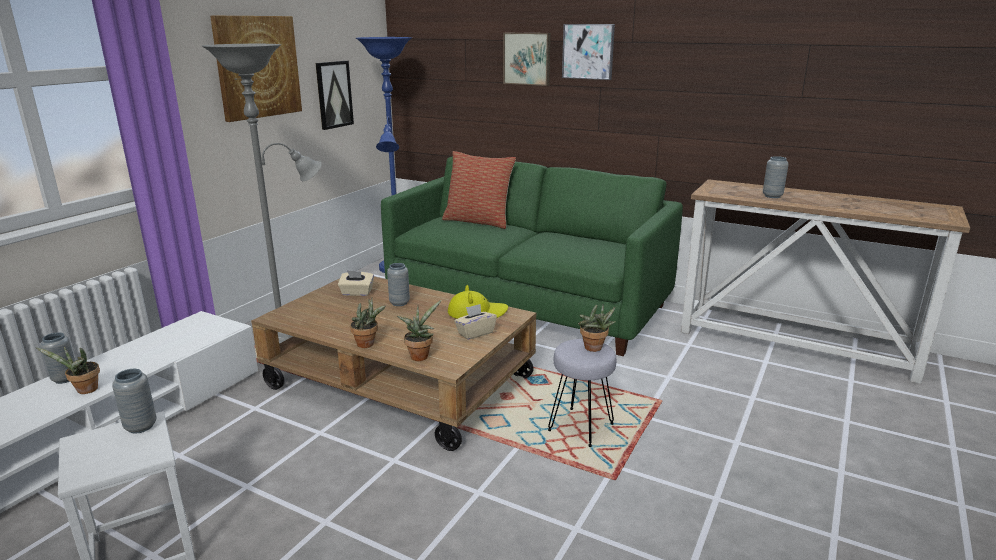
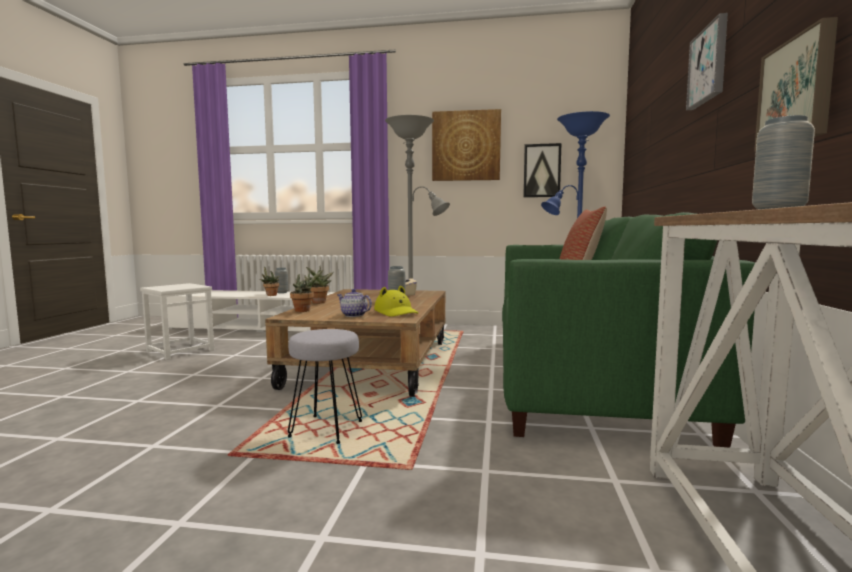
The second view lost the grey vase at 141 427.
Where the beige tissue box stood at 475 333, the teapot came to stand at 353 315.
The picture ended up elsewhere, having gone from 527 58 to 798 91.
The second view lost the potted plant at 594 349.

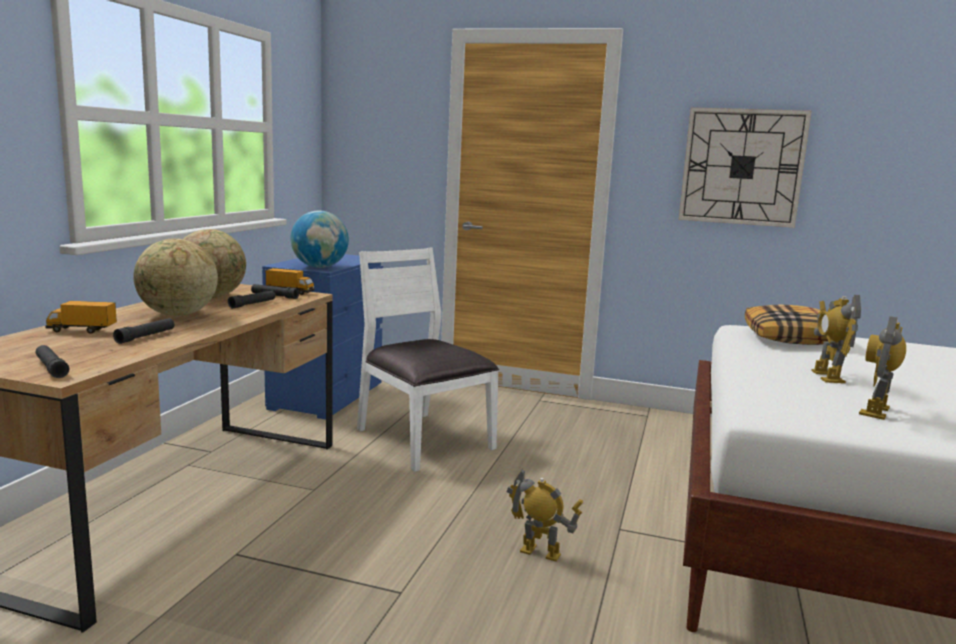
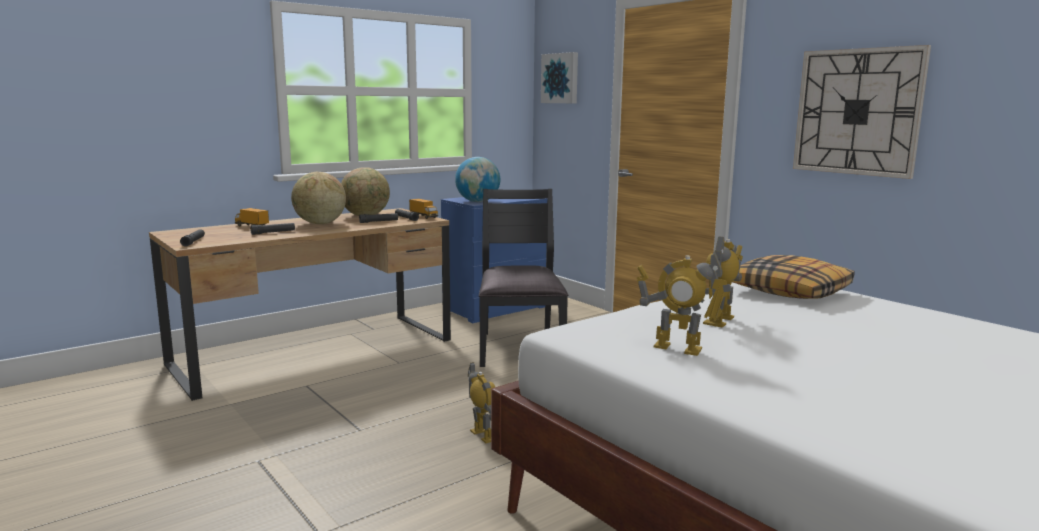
What was the white chair at 422 439 turned into the black chair at 519 348.
The toy robot at 876 411 ended up facing another way, 135 degrees counterclockwise from before.
The second view gained the picture at 561 78.

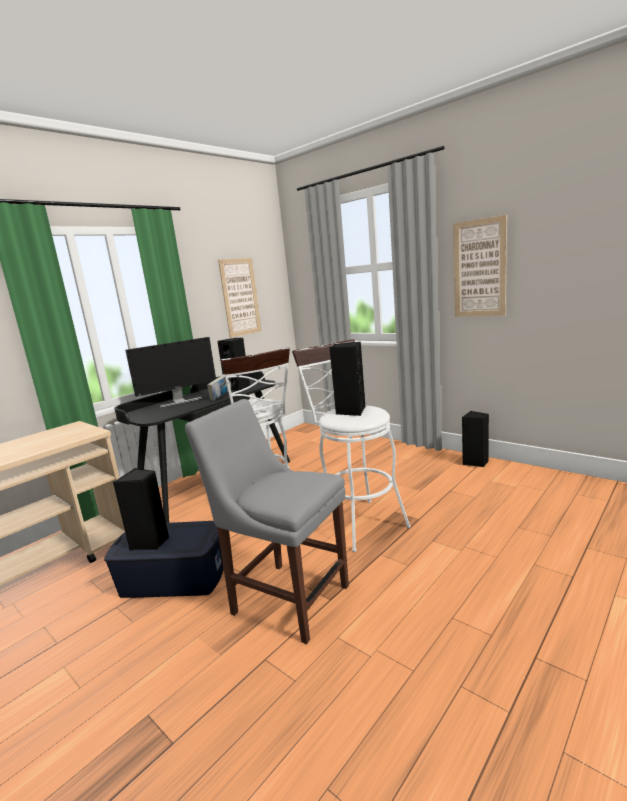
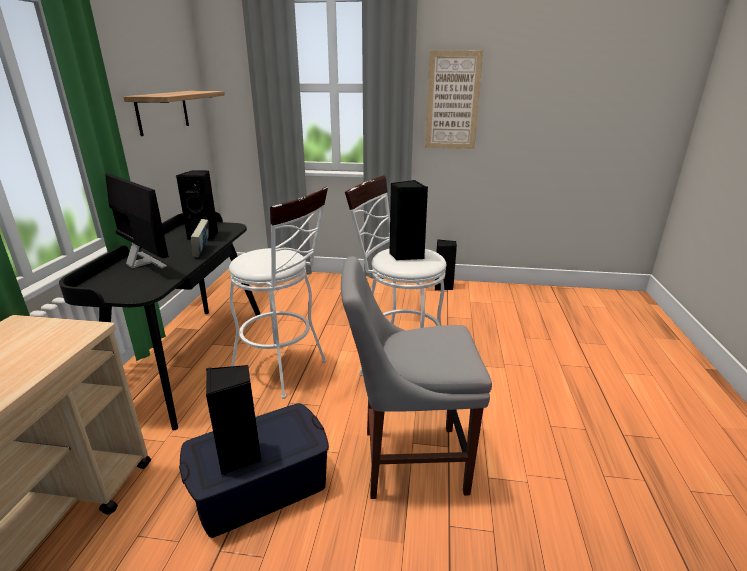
The monitor at 179 401 ended up facing another way, 75 degrees counterclockwise from before.
Where the picture hung at 240 297, the shelf came to hang at 162 112.

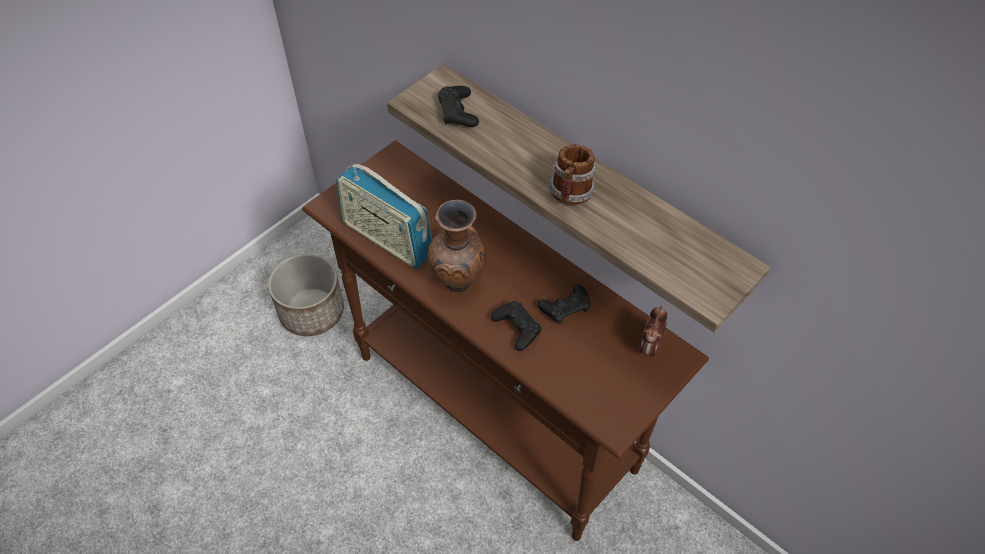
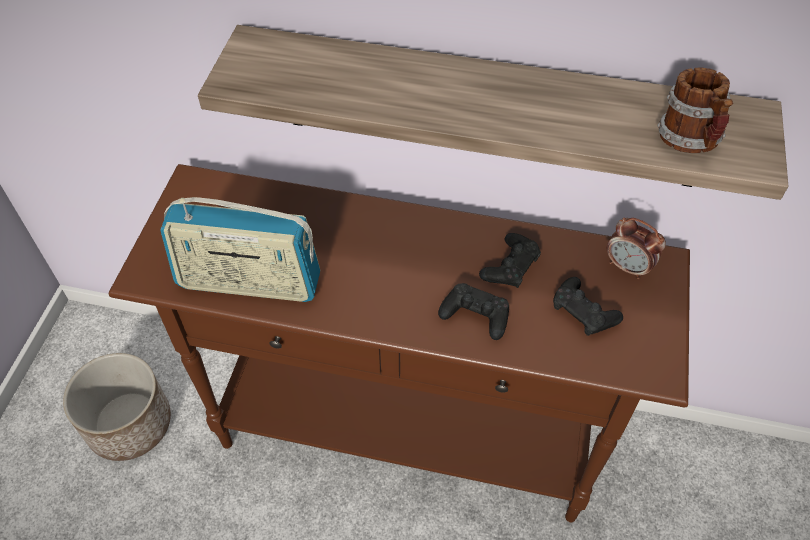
The second view lost the brown vase at 459 284.
The black game controller ended up elsewhere, having gone from 458 112 to 583 312.
The mug ended up elsewhere, having gone from 571 195 to 689 141.
The alarm clock at 649 347 ended up facing another way, 45 degrees counterclockwise from before.

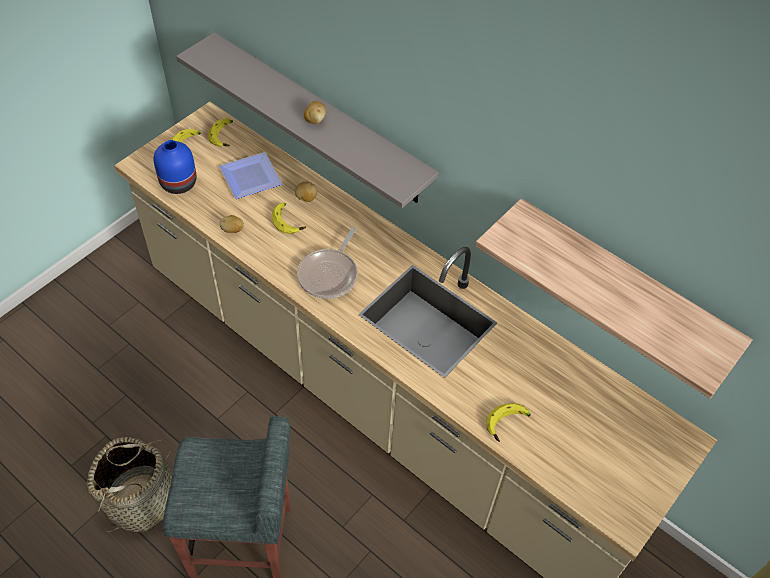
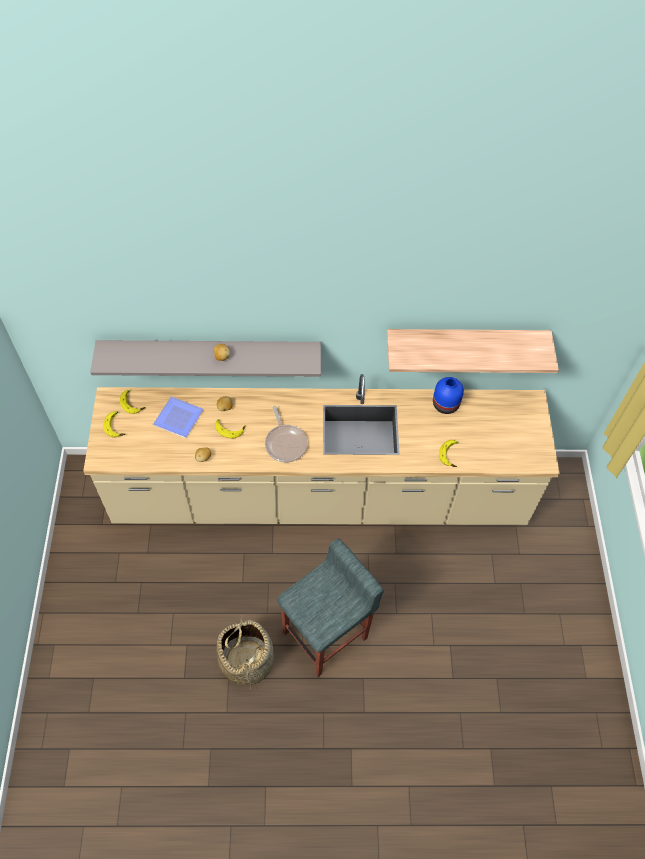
The blue vase ended up elsewhere, having gone from 177 183 to 445 405.

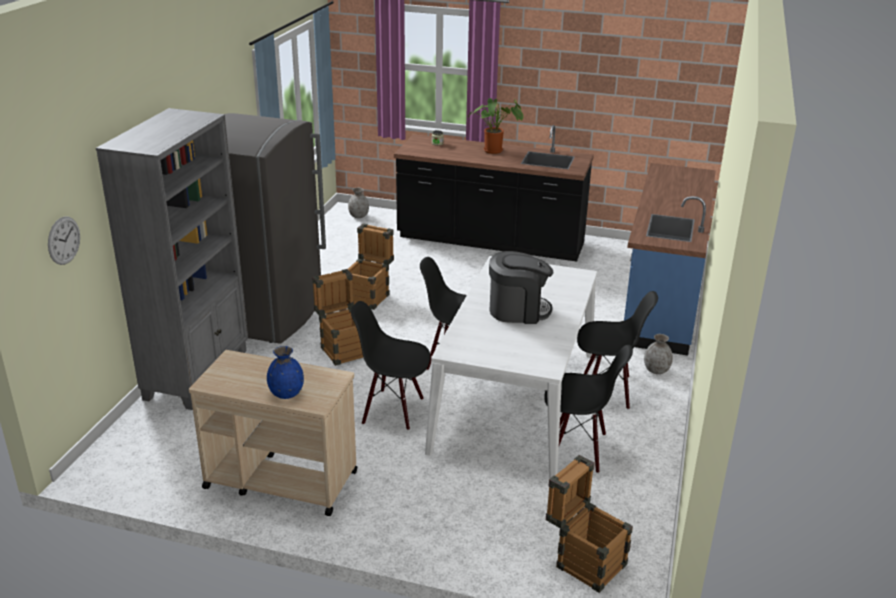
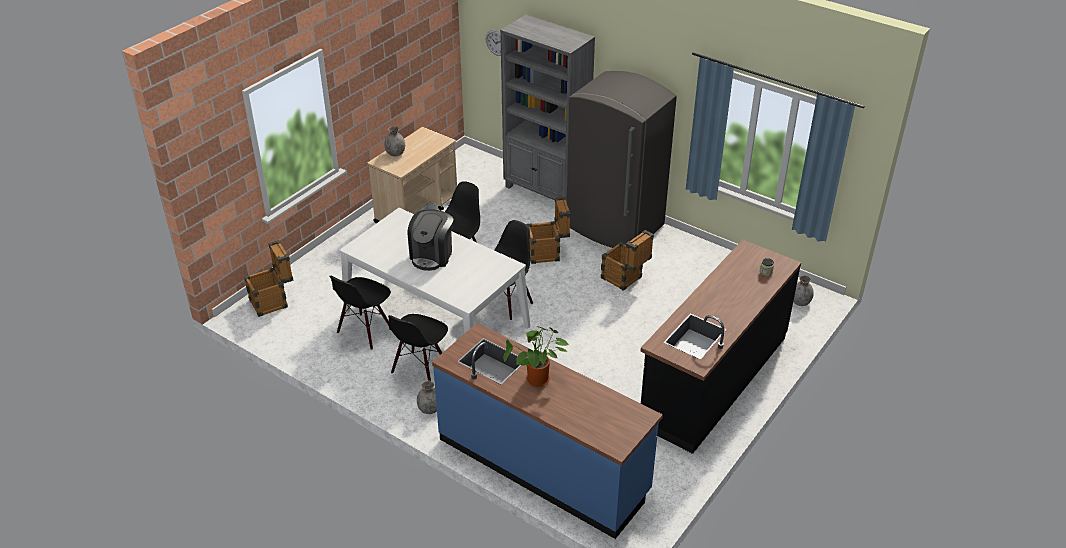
What was the blue vase at 286 394 turned into the grey vase at 395 153.
The potted plant ended up elsewhere, having gone from 495 150 to 537 382.

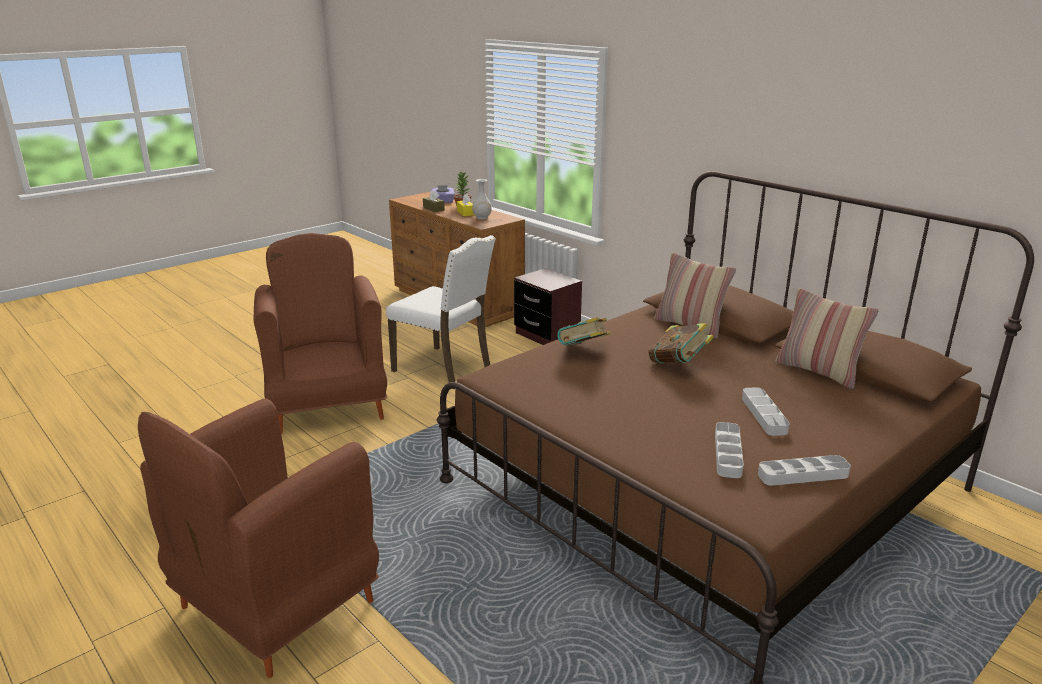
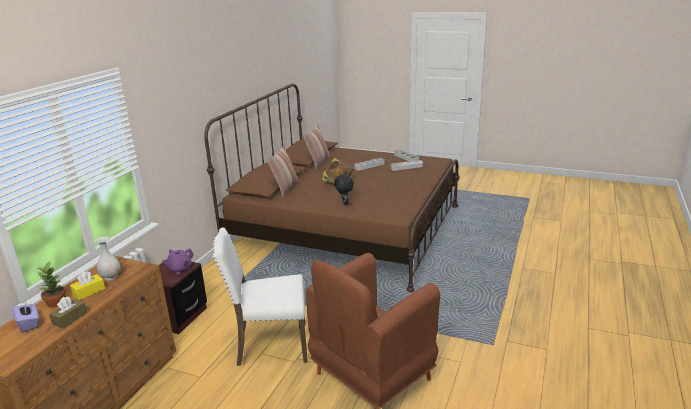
The second view lost the brown armchair at 274 607.
The white chair at 444 368 ended up facing another way, 105 degrees counterclockwise from before.
Where the book stood at 583 351, the black plush toy came to stand at 344 203.
The second view gained the purple teapot at 179 269.

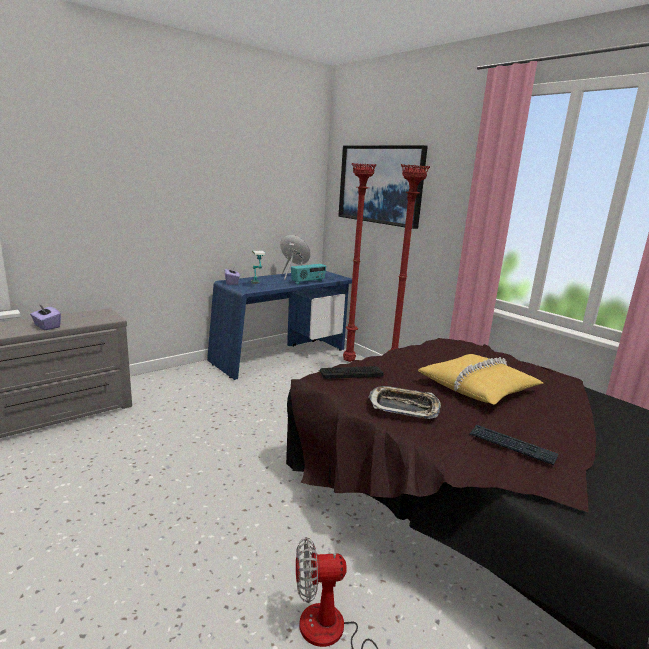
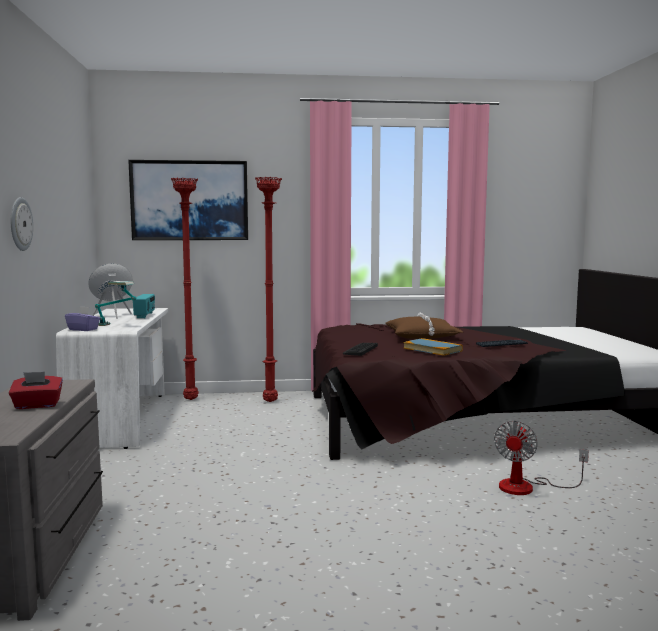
What was the purple tissue box at 46 326 turned into the red tissue box at 37 405.
What was the blue desk at 281 356 turned into the white desk at 123 419.
Where the tray stood at 404 407, the book came to stand at 432 349.
What was the yellow pillow at 478 387 turned into the brown pillow at 422 336.
The second view gained the wall clock at 20 224.

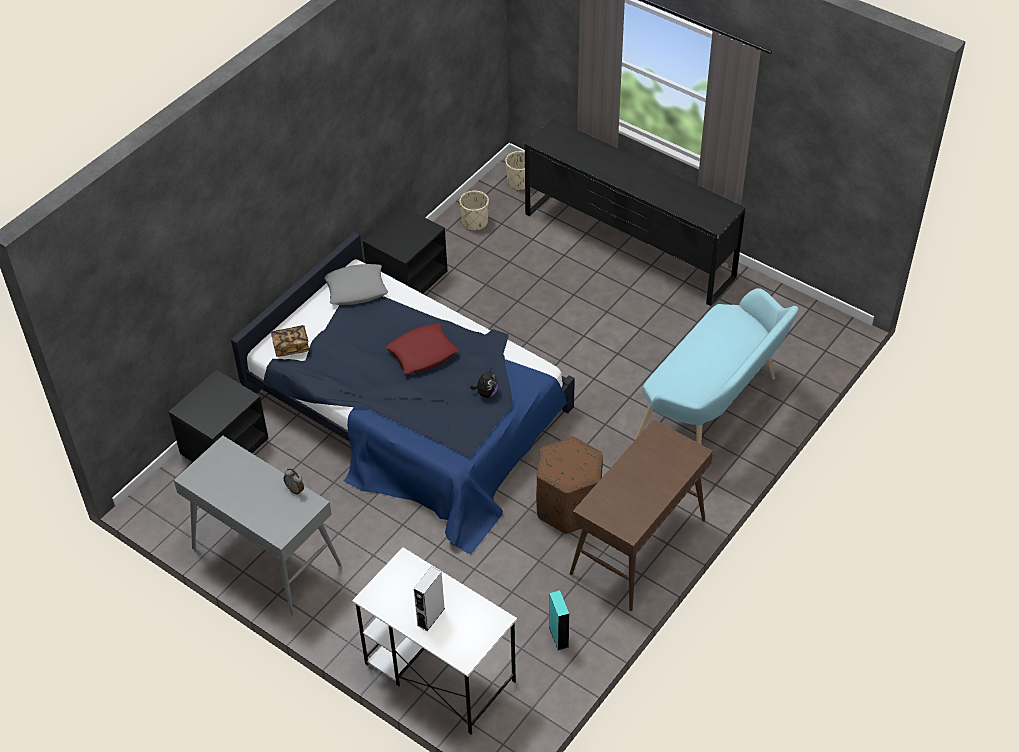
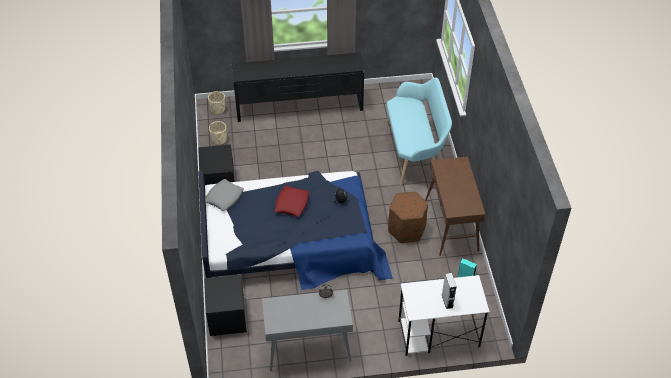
The second view lost the book at 291 346.

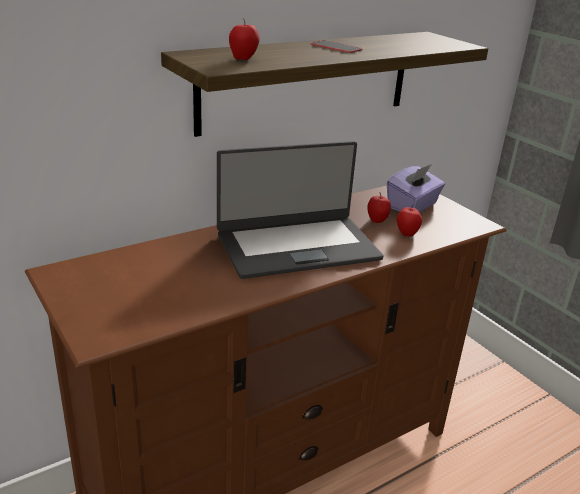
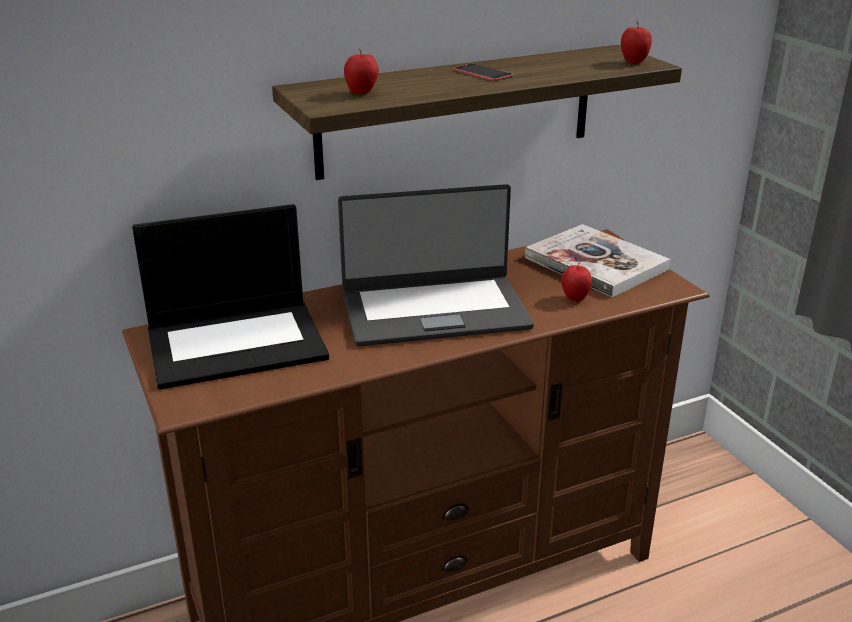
The apple ended up elsewhere, having gone from 377 221 to 633 62.
Where the purple tissue box stood at 413 206, the book came to stand at 595 263.
The second view gained the laptop at 238 342.

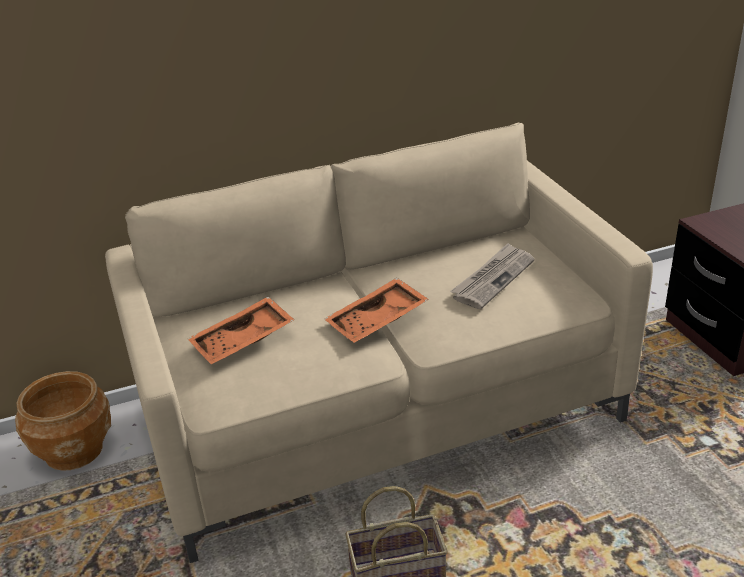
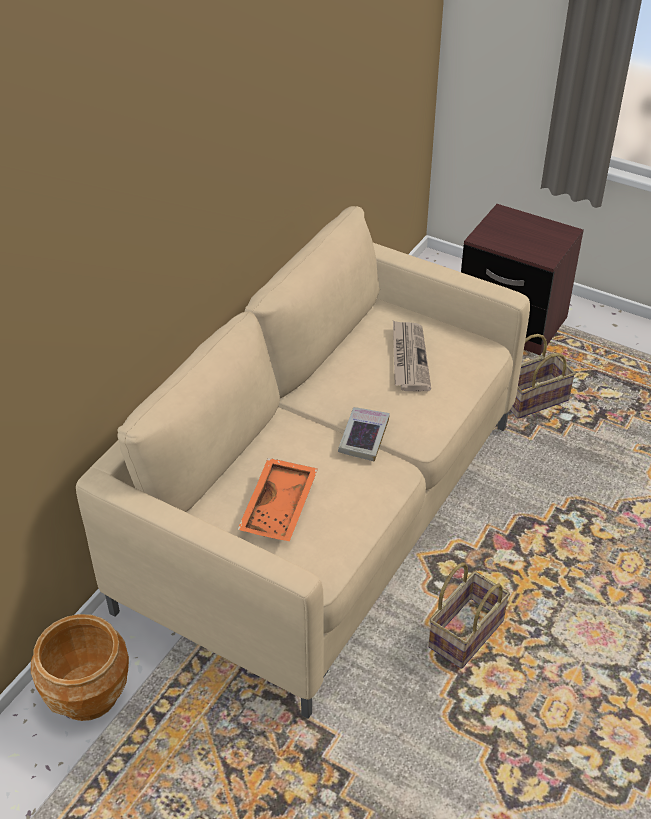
Where the orange tray stood at 378 321, the book came to stand at 363 437.
The second view gained the basket at 534 399.

